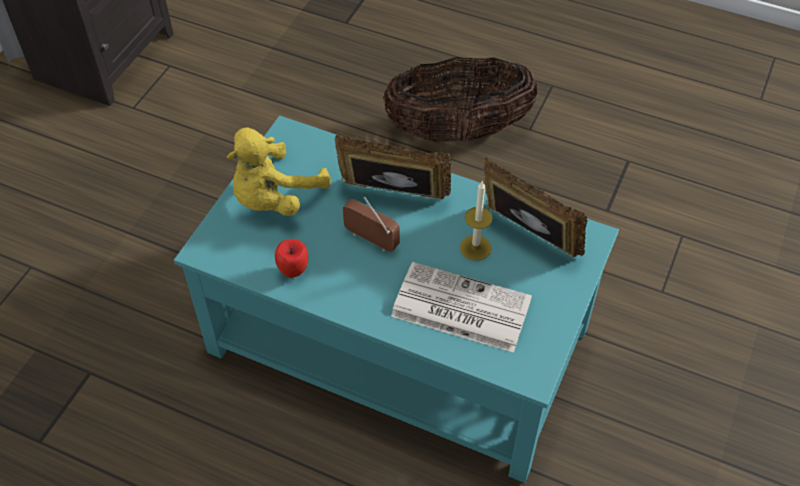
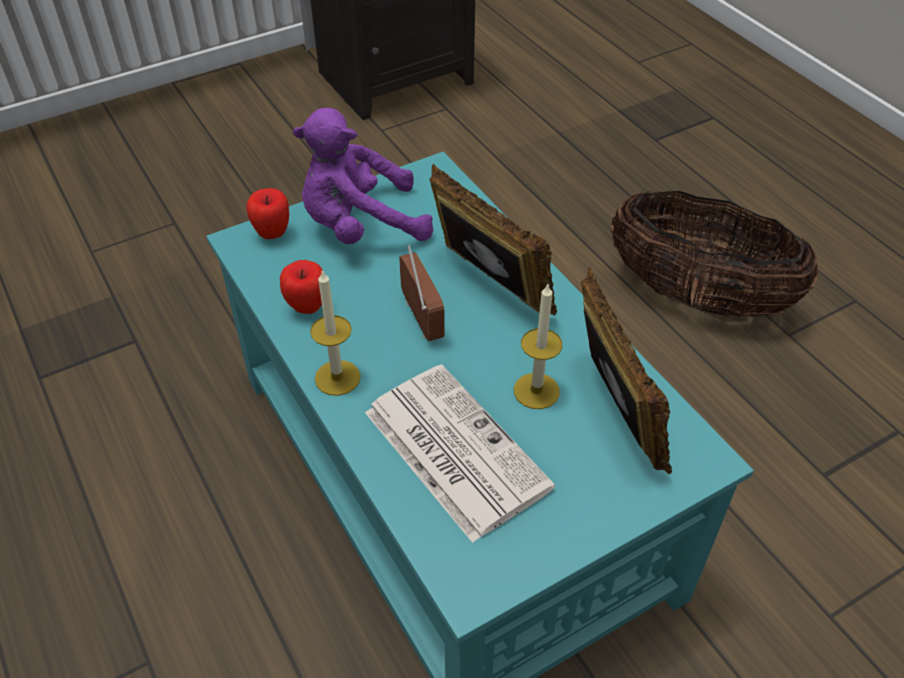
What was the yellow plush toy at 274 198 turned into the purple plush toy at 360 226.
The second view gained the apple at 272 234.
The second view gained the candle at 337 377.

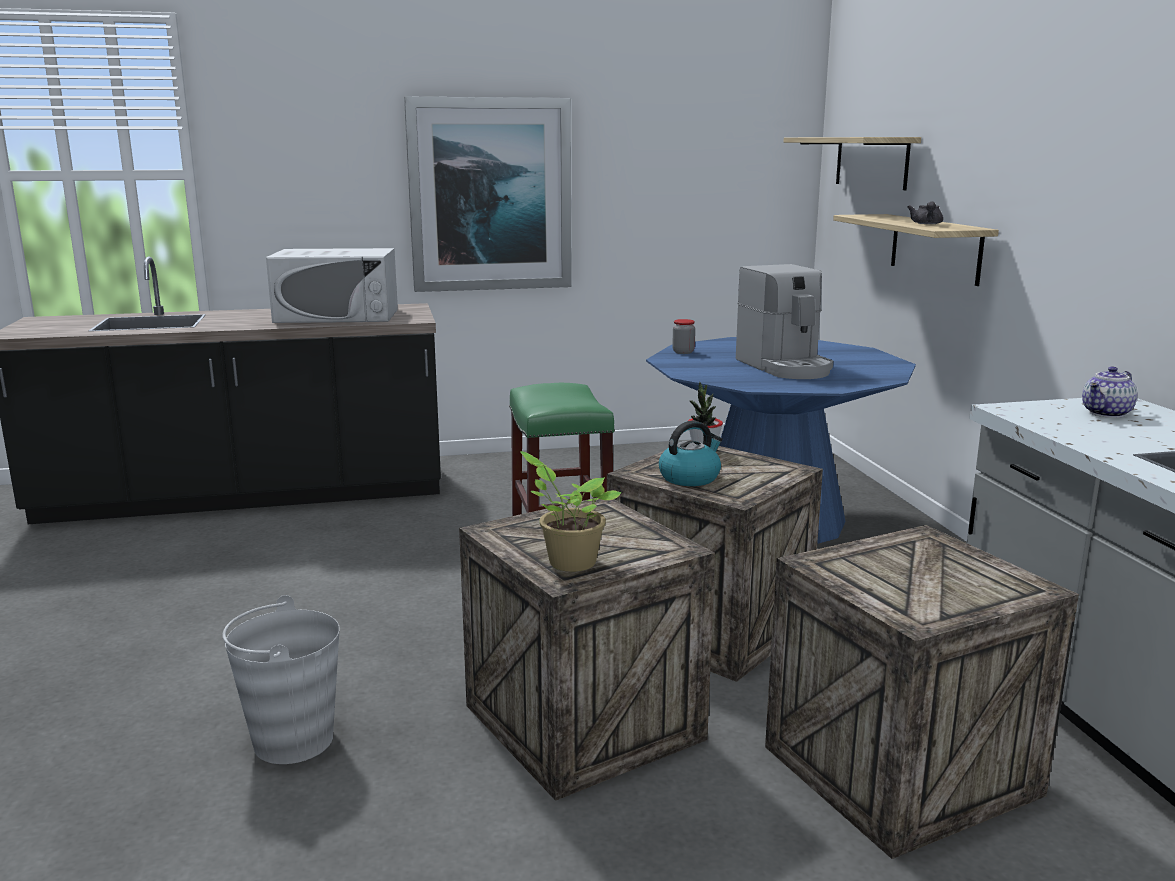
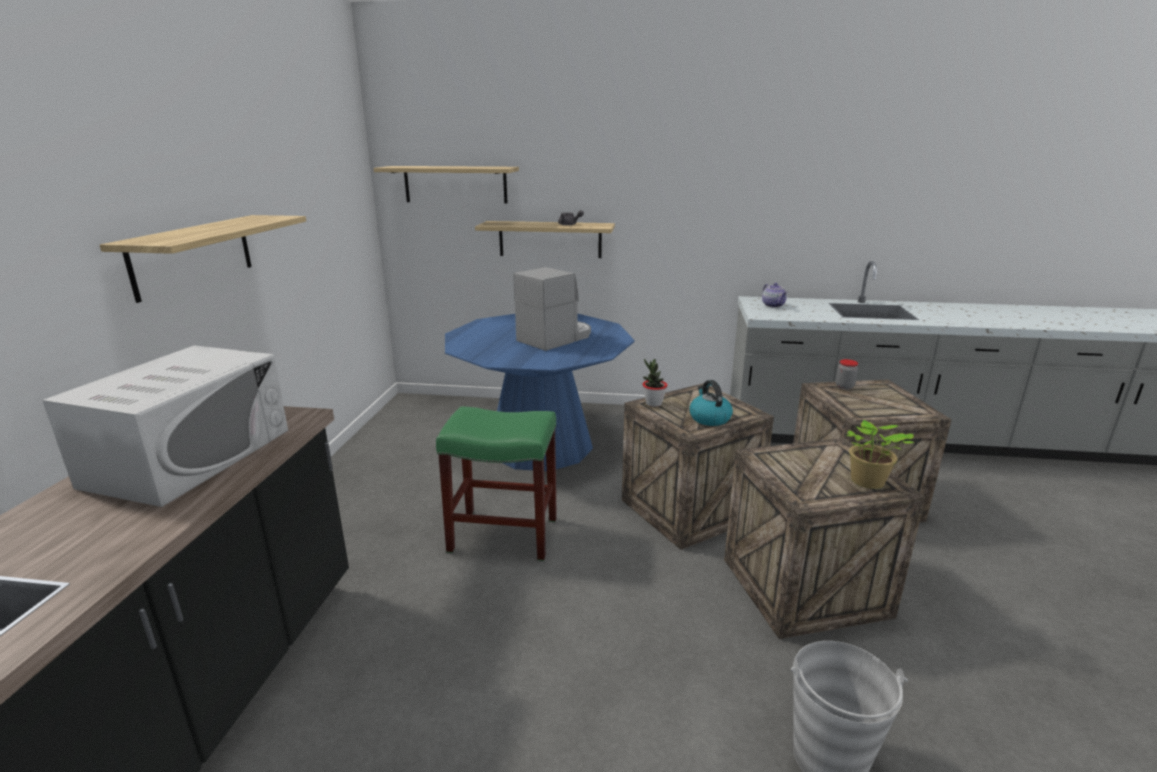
Where the picture hung at 490 195, the shelf came to hang at 193 255.
The jar ended up elsewhere, having gone from 683 352 to 844 386.
The coffee machine at 785 367 ended up facing another way, 45 degrees counterclockwise from before.

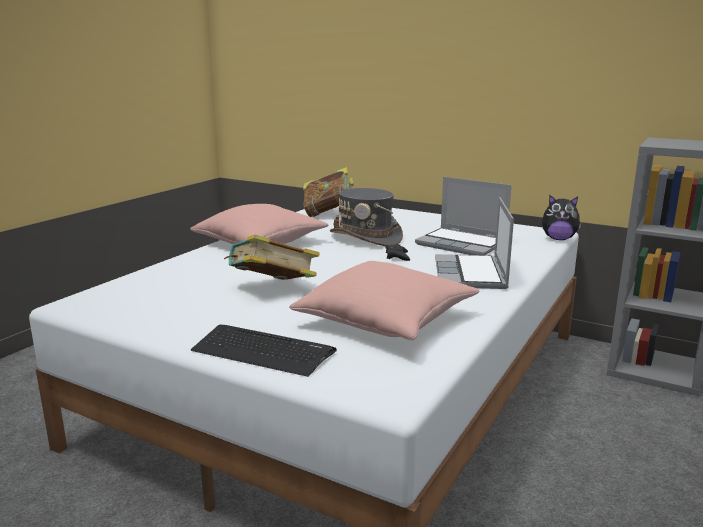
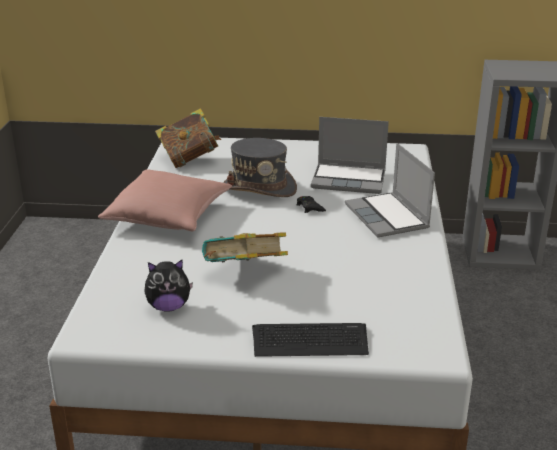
The second view lost the pink pillow at 386 320.
The plush toy ended up elsewhere, having gone from 558 239 to 168 307.

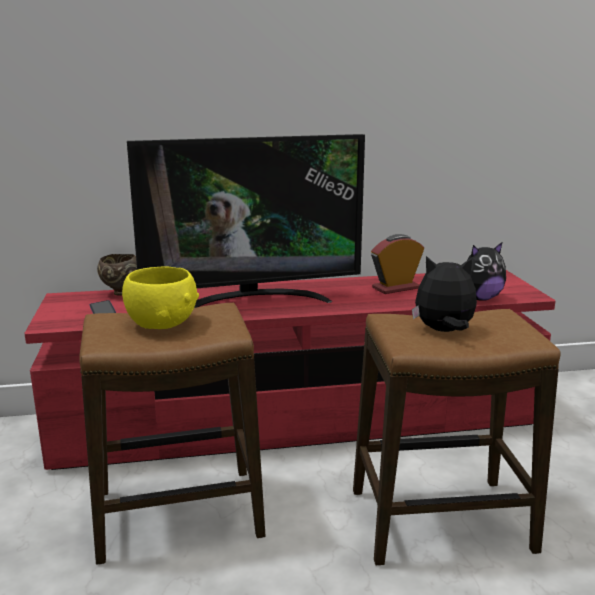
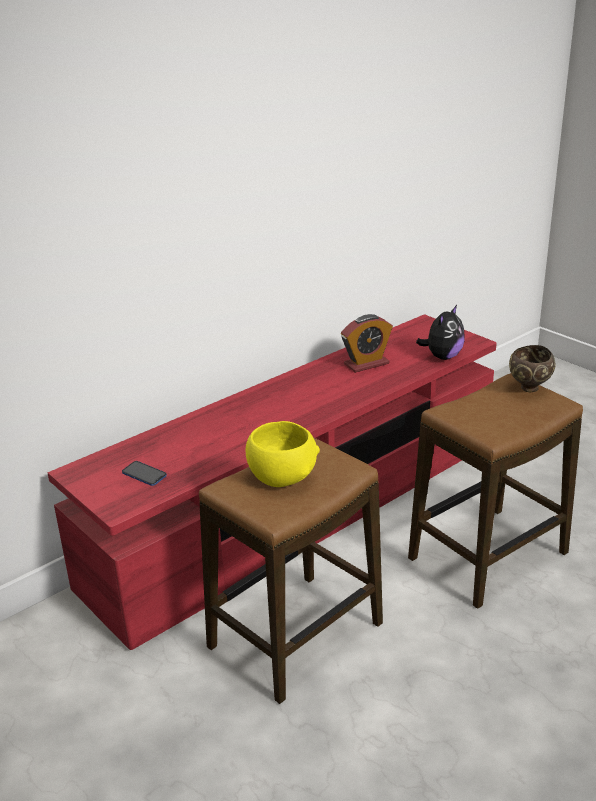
The brown bowl ended up elsewhere, having gone from 120 293 to 529 389.
The second view lost the television at 252 300.
The alarm clock at 395 288 ended up facing another way, 150 degrees counterclockwise from before.
The second view lost the plush toy at 444 331.

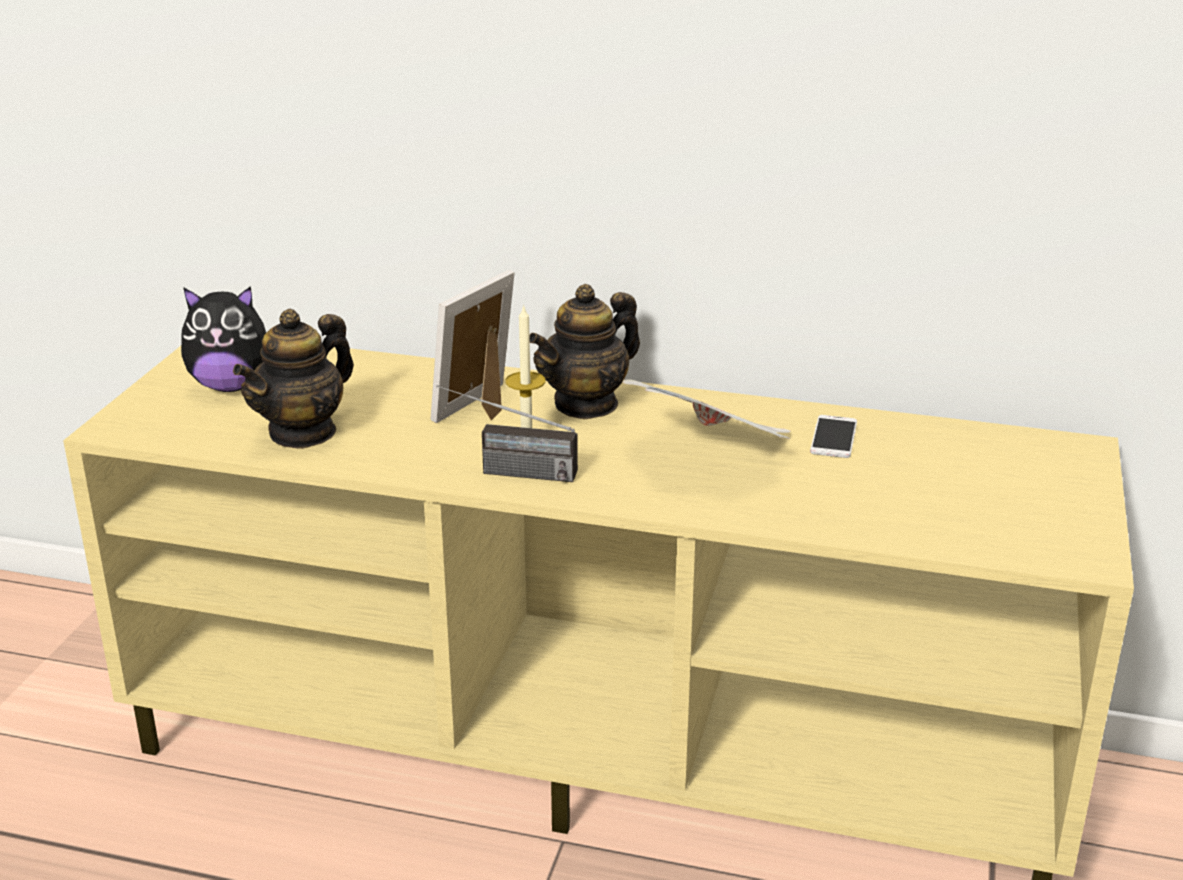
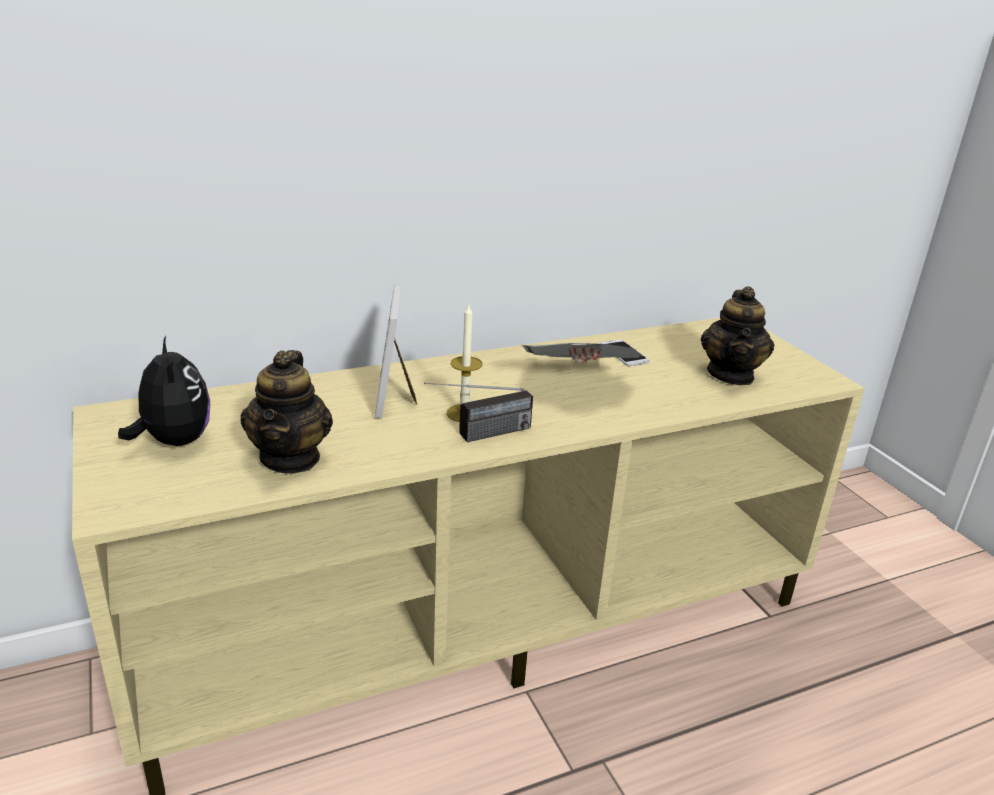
The plush toy at 232 386 ended up facing another way, 75 degrees counterclockwise from before.
The teapot ended up elsewhere, having gone from 586 404 to 731 375.

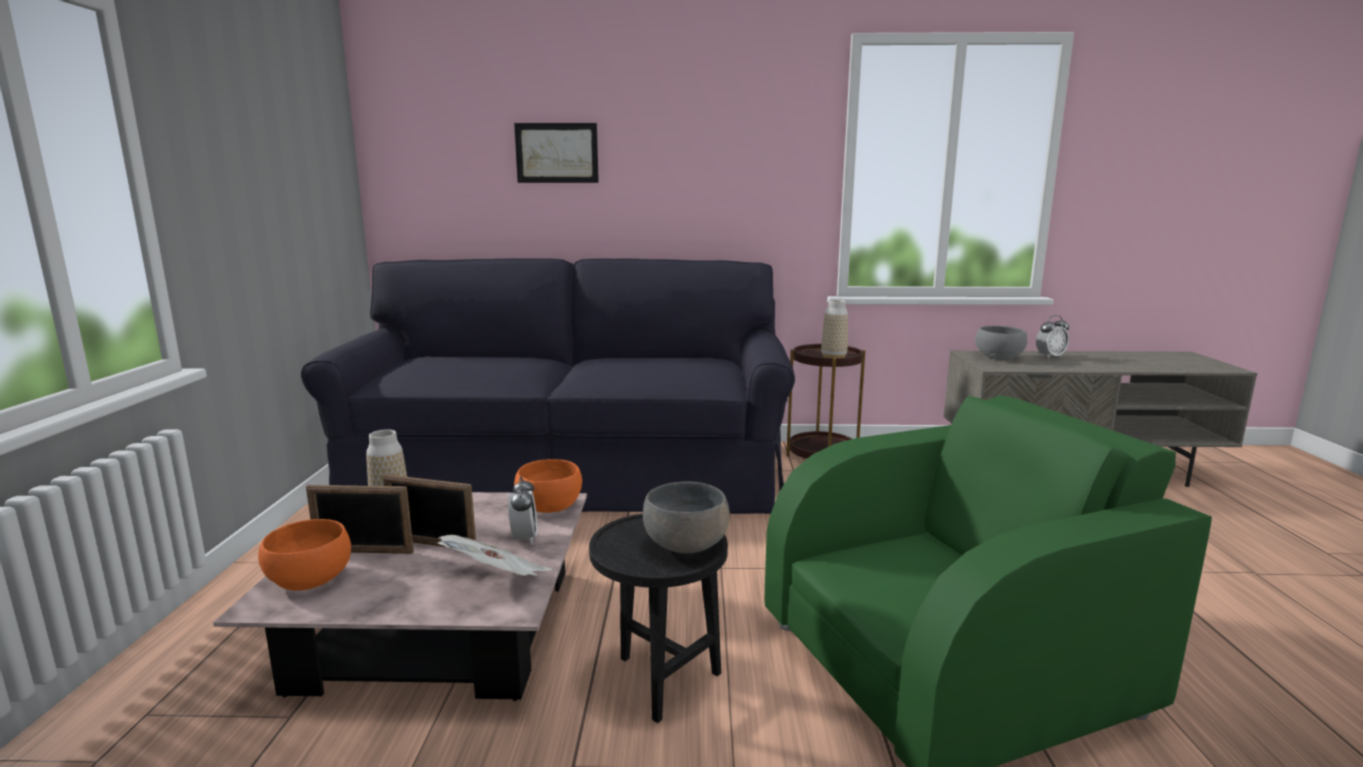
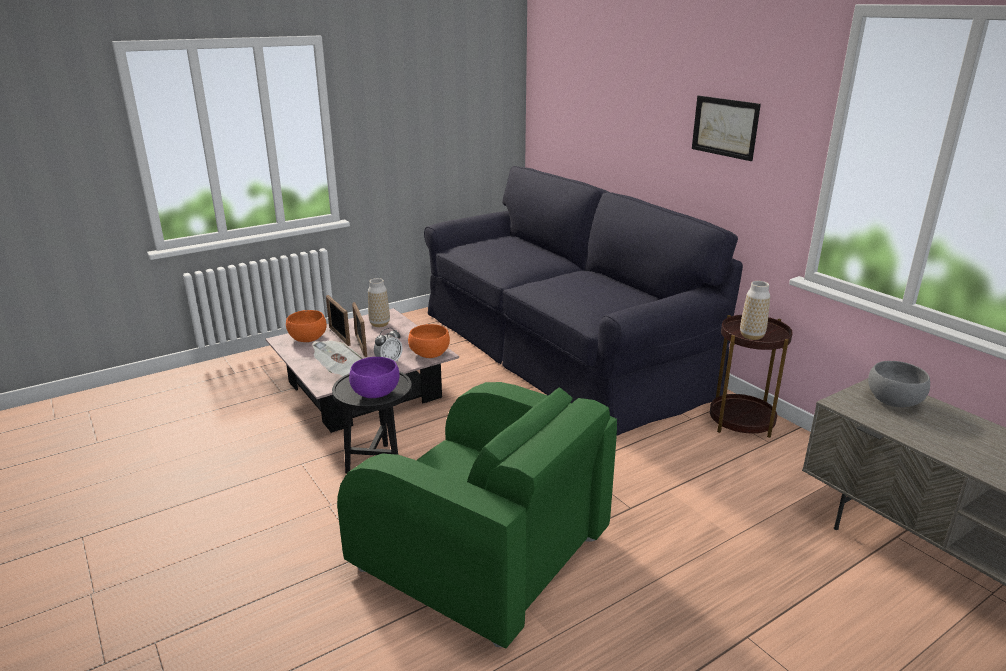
The picture ended up elsewhere, having gone from 557 153 to 725 127.
What was the grey bowl at 686 544 turned into the purple bowl at 375 393.
The second view lost the alarm clock at 1050 356.

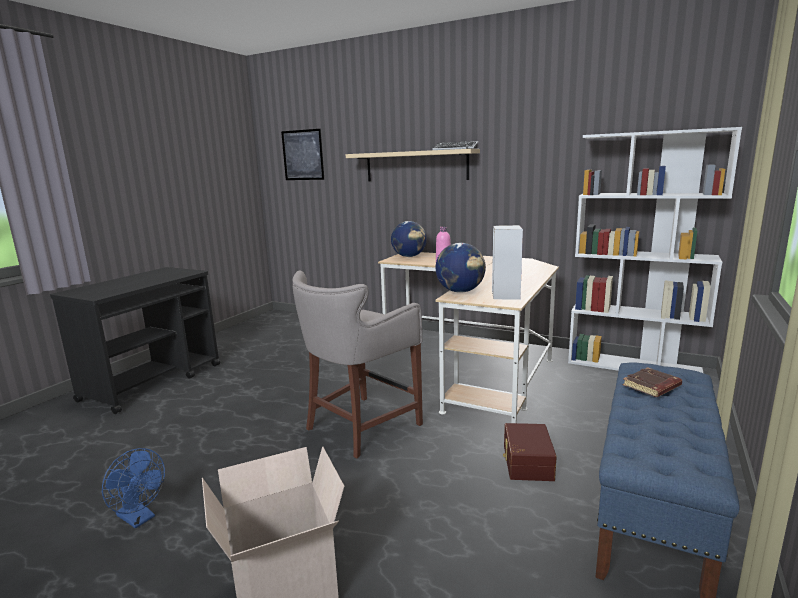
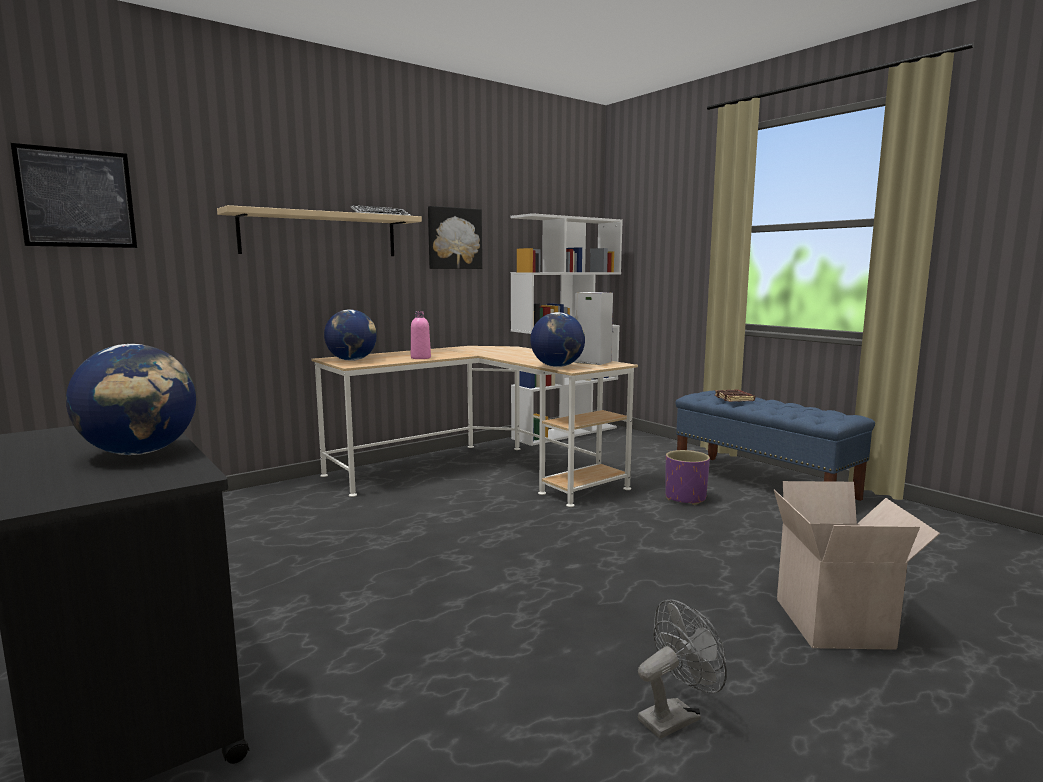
What was the blue fan at 140 518 turned into the grey fan at 675 716.
The second view lost the grey stool at 360 427.
Where the brown storage box stood at 526 462, the purple planter came to stand at 685 498.
The second view gained the globe at 140 453.
The second view gained the picture at 454 238.

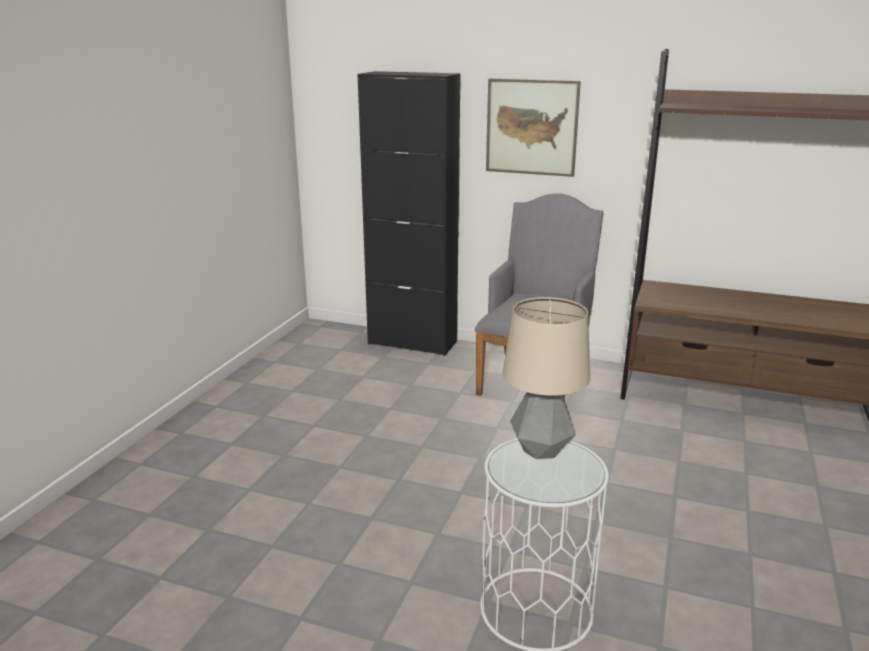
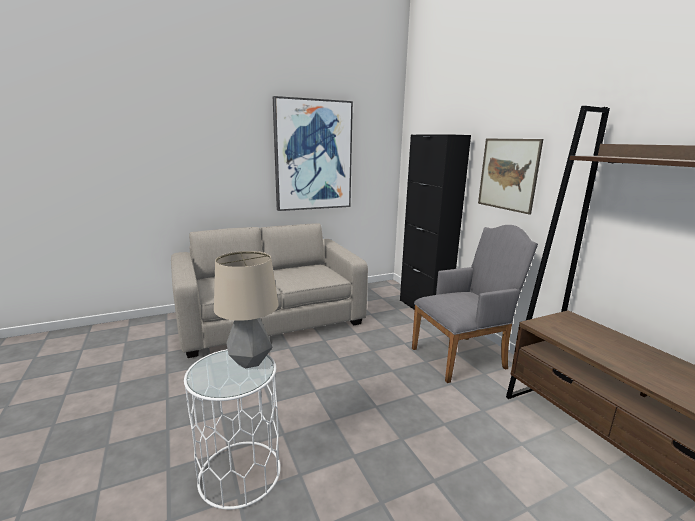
The second view gained the beige sofa at 270 318.
The second view gained the picture at 313 155.

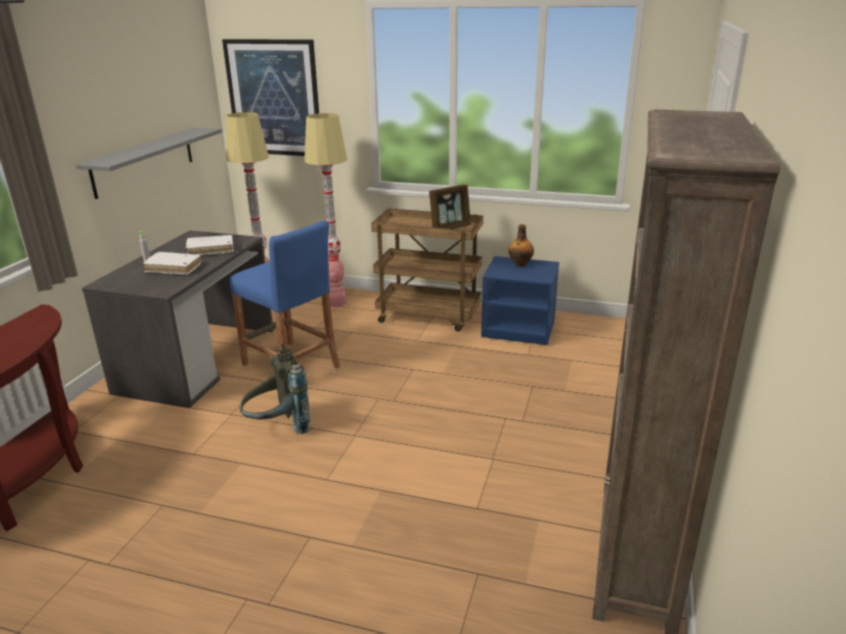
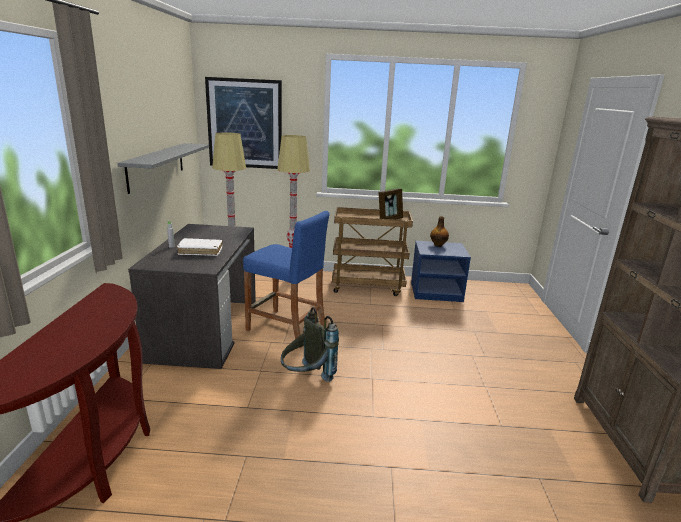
The second view lost the white book at 211 250.

